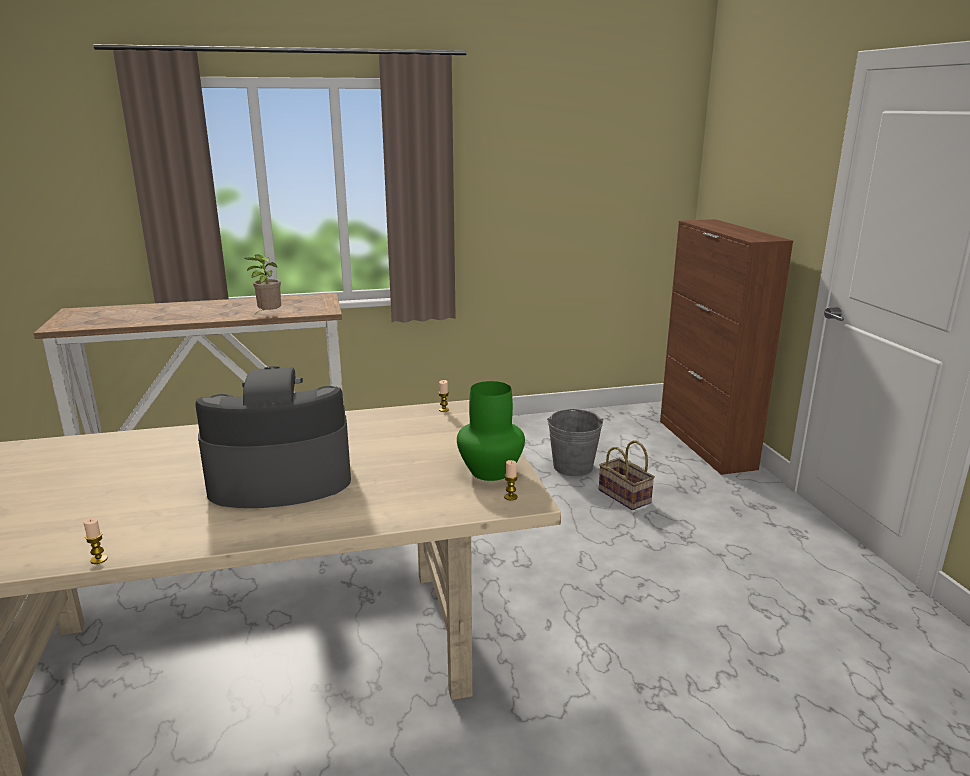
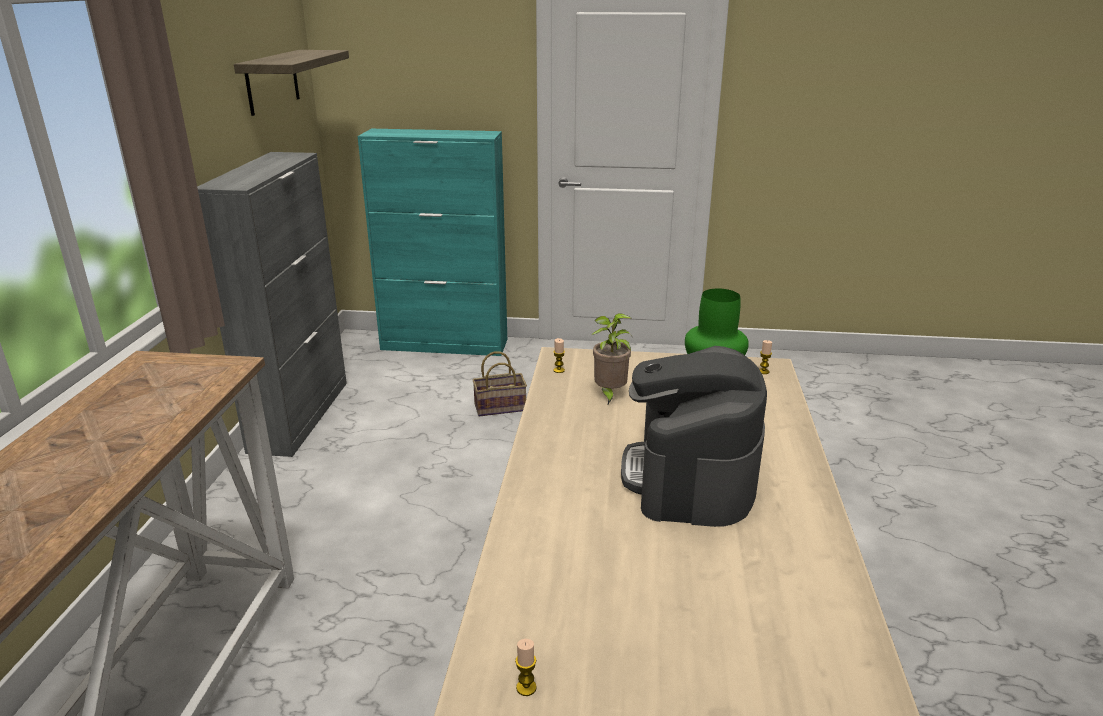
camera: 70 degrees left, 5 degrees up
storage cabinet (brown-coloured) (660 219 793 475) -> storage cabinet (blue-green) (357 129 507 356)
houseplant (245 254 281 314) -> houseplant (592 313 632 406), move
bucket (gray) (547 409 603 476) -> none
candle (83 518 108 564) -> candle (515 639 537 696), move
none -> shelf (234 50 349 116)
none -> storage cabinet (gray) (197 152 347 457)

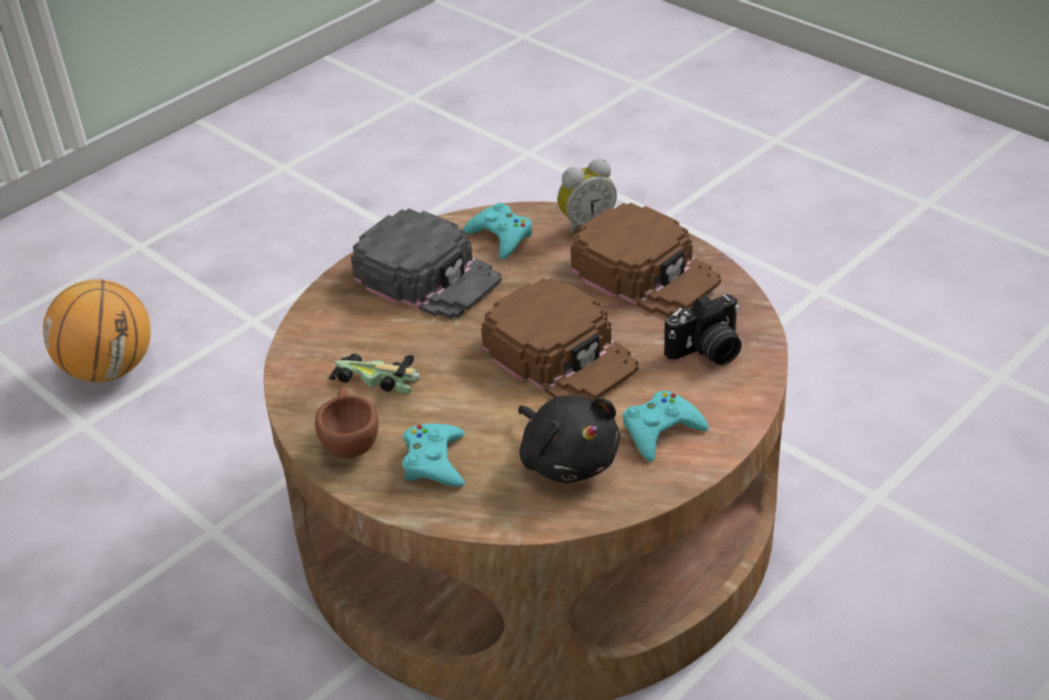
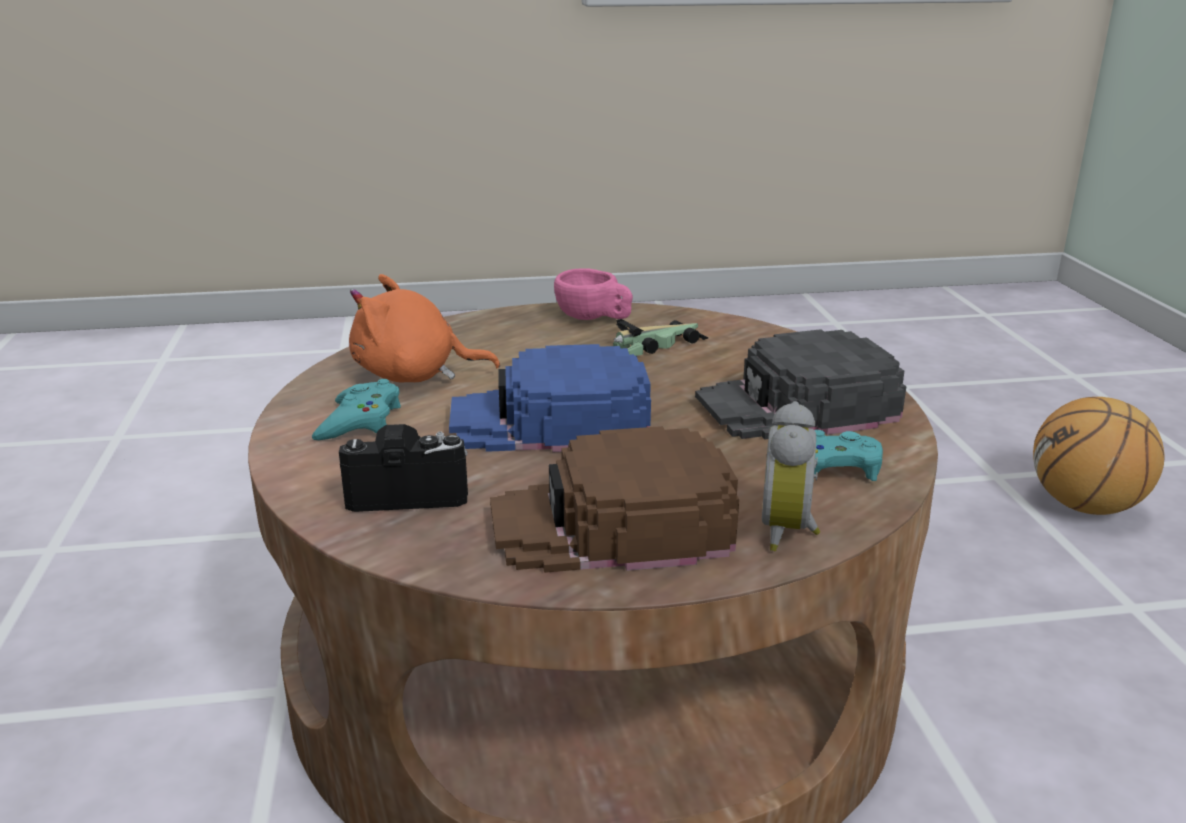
camera: 125 degrees right, 15 degrees down
peaked cap (brown-coloured) (481 278 638 399) -> peaked cap (bluish) (449 344 651 452)
photo camera (664 294 742 365) -> photo camera (339 424 468 512), 75 degrees clockwise
cup (brown-coloured) (315 387 379 459) -> cup (pink) (554 268 633 320)
plush toy (blackish) (518 395 620 483) -> plush toy (orangey) (349 274 500 383)
joypad (blue-green) (402 424 465 487) -> none

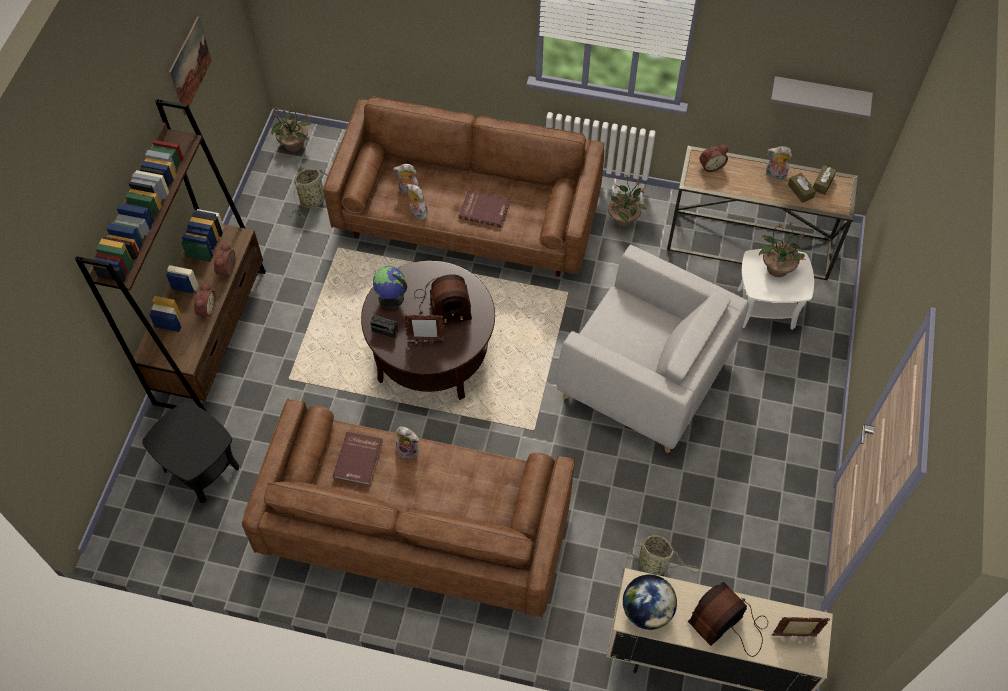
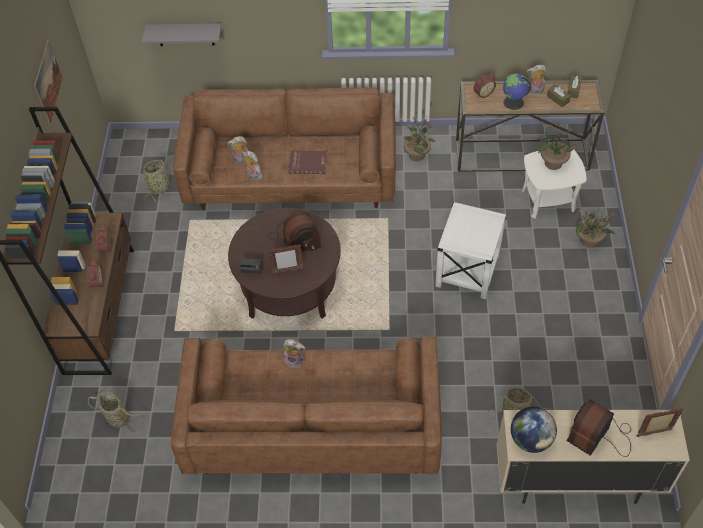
camera: 10 degrees left, 5 degrees down
shelf (gray) (771 76 873 119) -> shelf (gray) (142 23 221 46), move
houseplant (271 106 312 152) -> houseplant (576 205 615 247), move
lounge chair (gray) (557 245 749 453) -> side table (whitish) (435 202 506 299)
desk globe (373 266 407 309) -> desk globe (503 73 531 110), move
side table (blackish) (142 401 239 503) -> basket (88 391 144 432)
volume (reddish) (333 432 383 485) -> none

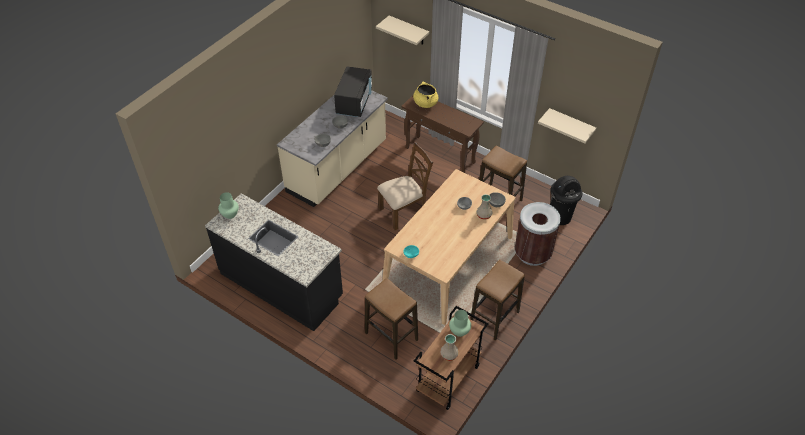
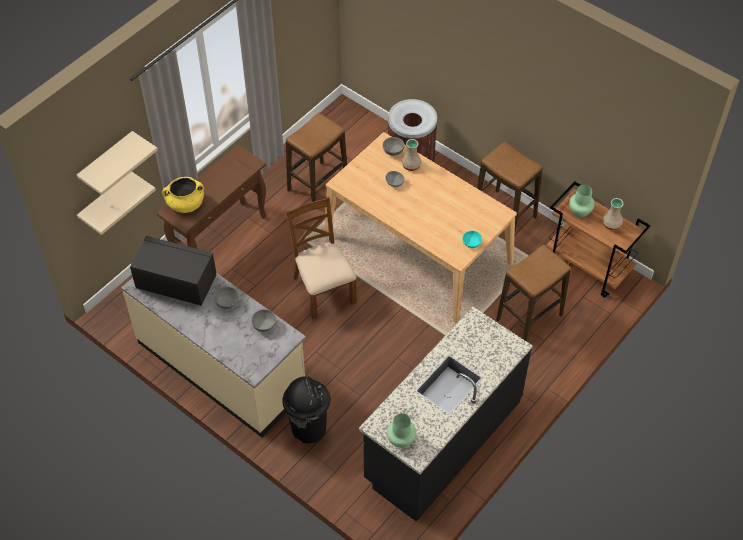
camera: 85 degrees left, 5 degrees up
shelf (beige) (538 108 596 143) -> shelf (beige) (77 172 156 235), move
rubbish bin (blackish) (550 176 583 225) -> rubbish bin (blackish) (282 376 331 444), move

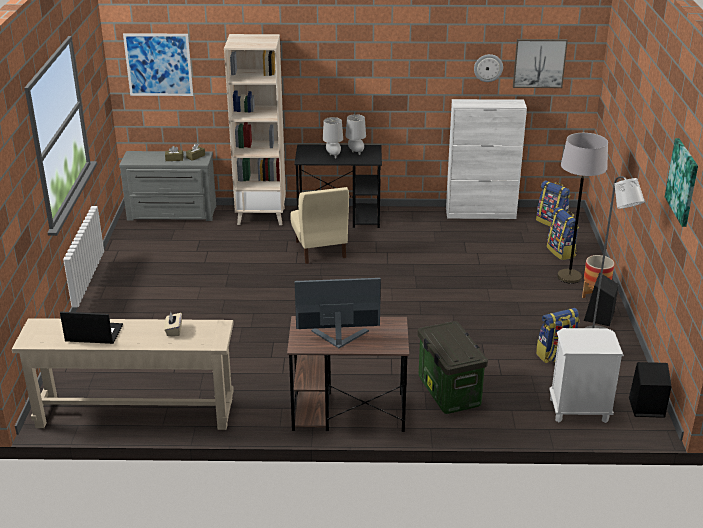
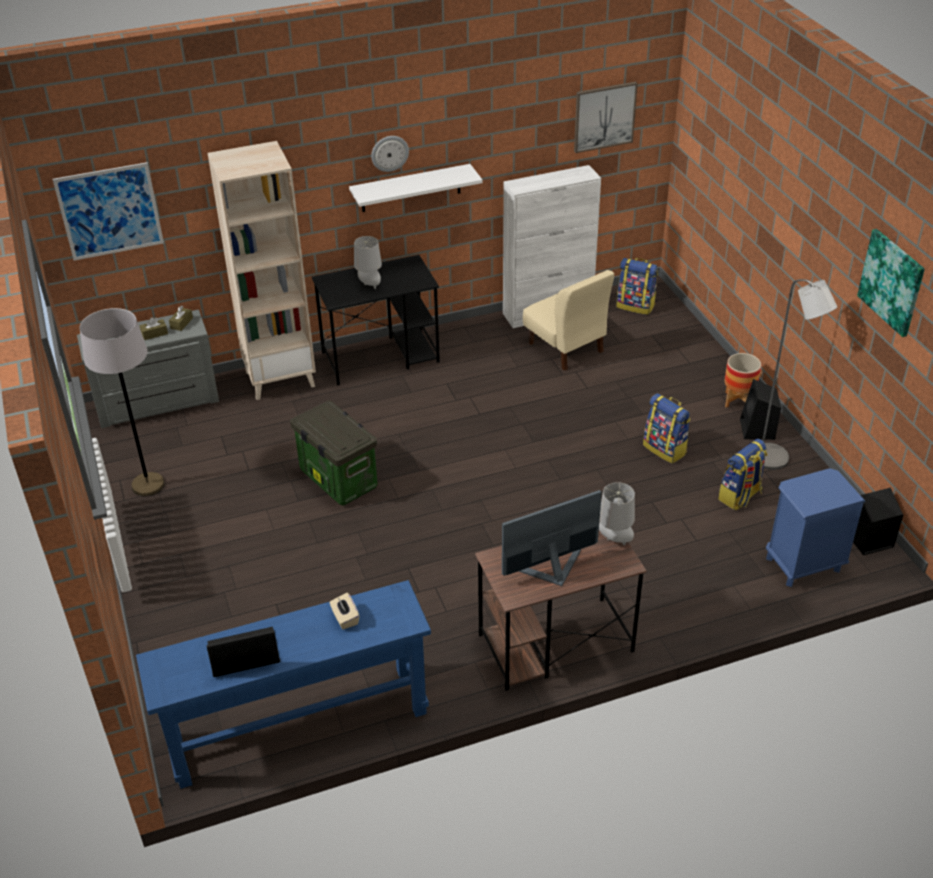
camera: 20 degrees left, 10 degrees up
wall clock (474 54 503 82) -> wall clock (371 136 409 172), move
table lamp (gray) (345 114 366 155) -> table lamp (gray) (599 482 635 545), move
standing lamp (gray) (557 133 608 284) -> standing lamp (gray) (79 308 165 496), move
chair (beige) (290 187 349 264) -> chair (beige) (523 270 614 371), move
rucksack (547 207 579 260) -> rucksack (643 393 691 464), move
console table (beige) (12 318 234 430) -> console table (bluish) (136 580 431 789)
storage container (418 321 488 414) -> storage container (290 401 377 505), move
bedside table (whitish) (549 328 624 423) -> bedside table (bluish) (766 468 866 587)
none -> shelf (whitish) (349 164 483 212)

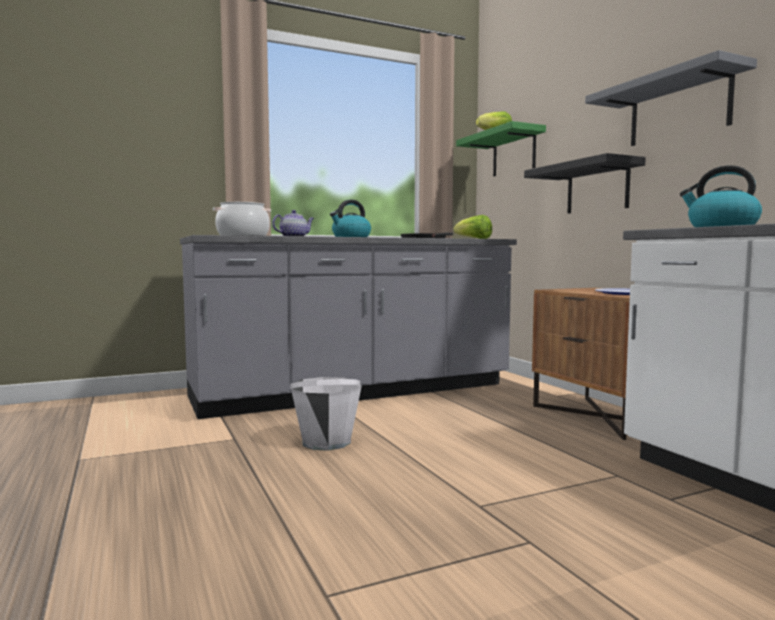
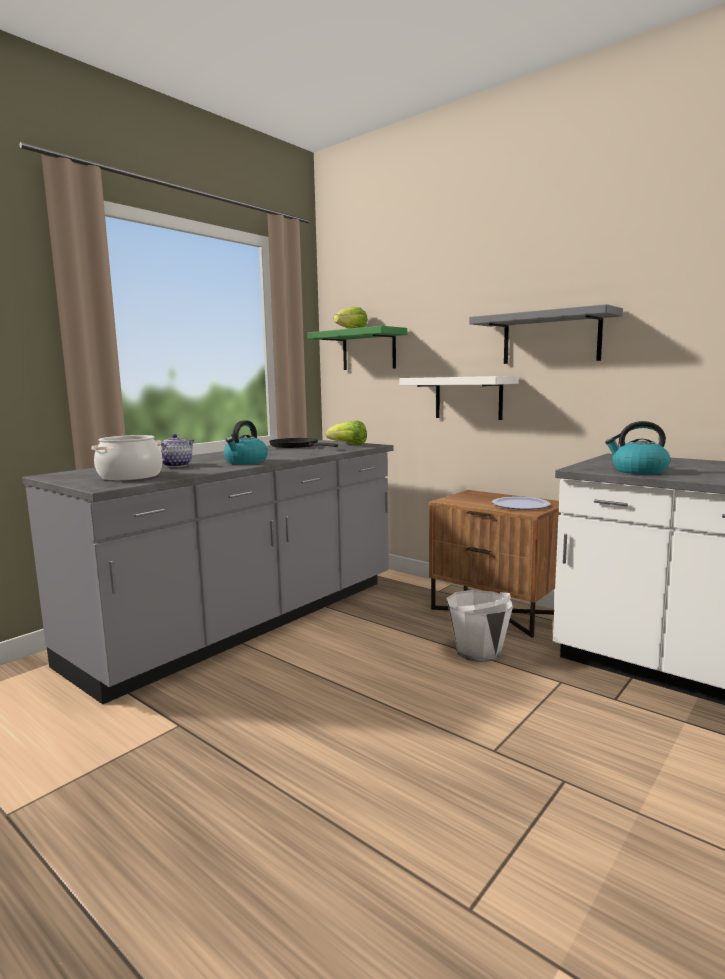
camera: 25 degrees left, 5 degrees up
shelf (blackish) (524 153 646 213) -> shelf (whitish) (400 376 519 420)
bucket (whitish) (290 377 362 451) -> bucket (whitish) (446 590 513 662), move

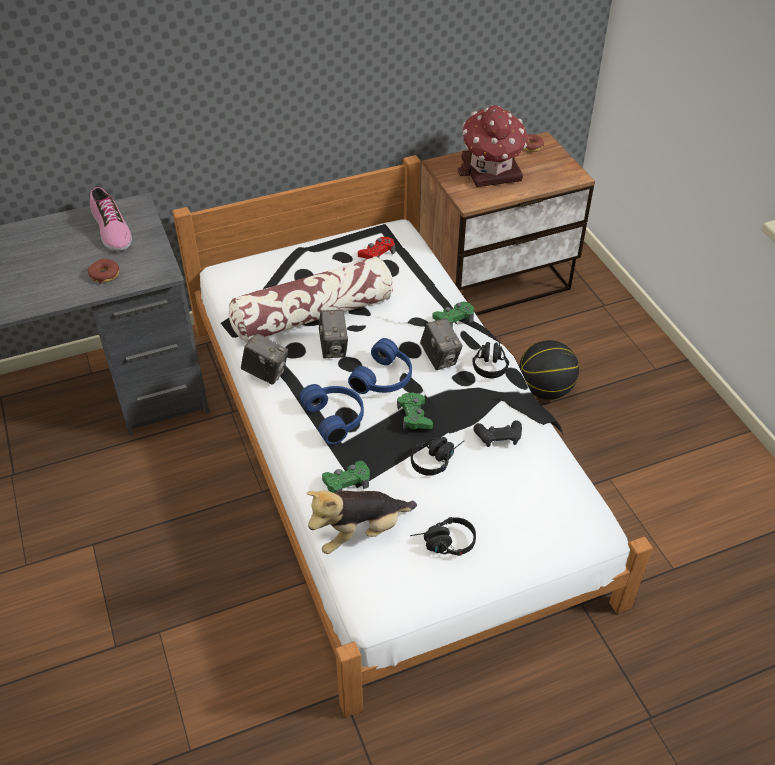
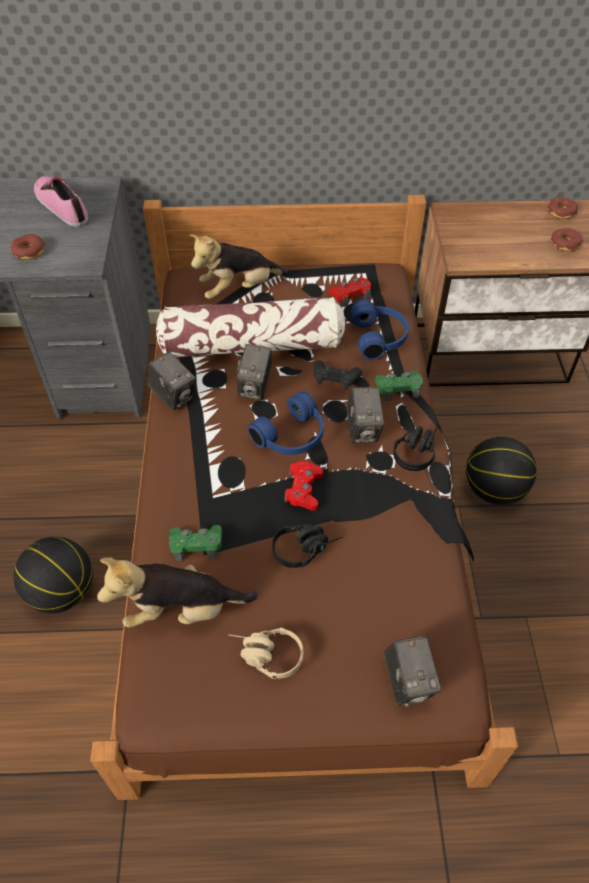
camera: 20 degrees right, 5 degrees up
model house (457 105 527 187) -> none
bedroom bed (whitish) (172 155 653 717) -> bedroom bed (brown-coloured) (90 195 518 800)
item of footwear (90 187 132 251) -> item of footwear (34 176 88 227), 150 degrees clockwise
pair of headphones (bluish) (300 384 364 444) -> pair of headphones (bluish) (351 300 409 360), move
joypad (green) (397 393 433 430) -> joypad (reddish) (285 461 323 511)
joypad (blackish) (473 420 522 447) -> joypad (blackish) (313 360 362 390), move
pair of headphones (blackish) (410 517 476 556) -> pair of headphones (beige) (229 628 304 679)
none -> doughnut (551 228 582 251)
none -> plush toy (190 234 288 299)
none -> basketball ball (13 537 93 613)
none -> photo camera (383 636 442 707)

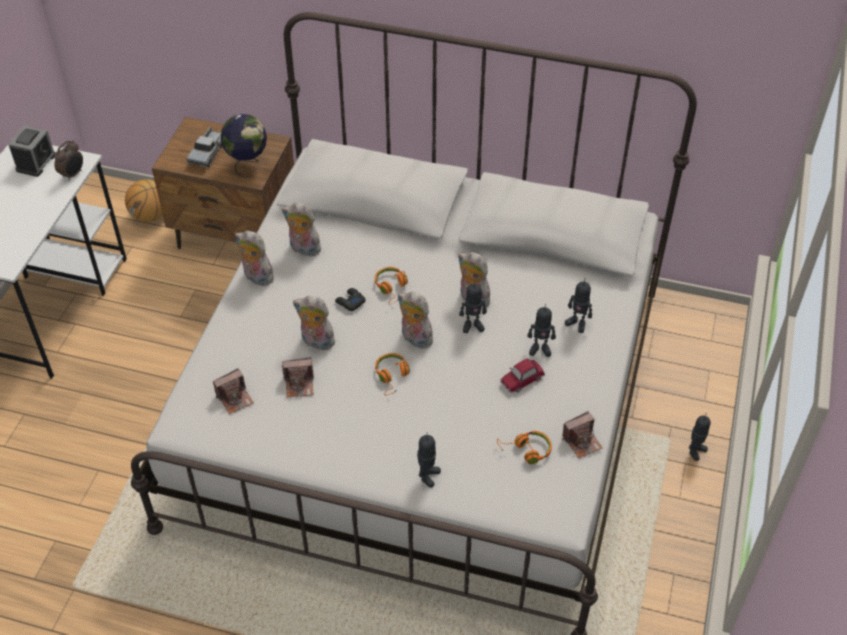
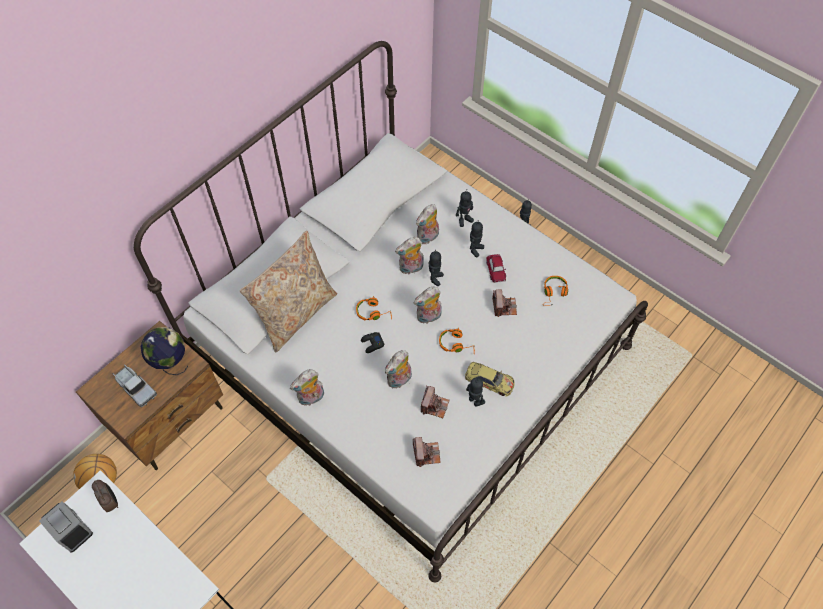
camera: 65 degrees left, 10 degrees up
plush toy (282 203 321 256) -> plush toy (416 204 439 244), move
photo camera (562 411 603 458) -> photo camera (492 290 517 317), move
toy robot (417 433 441 488) -> toy robot (466 377 485 407), move
none -> pillow (beige) (240 230 337 352)
none -> toy car (465 362 515 397)

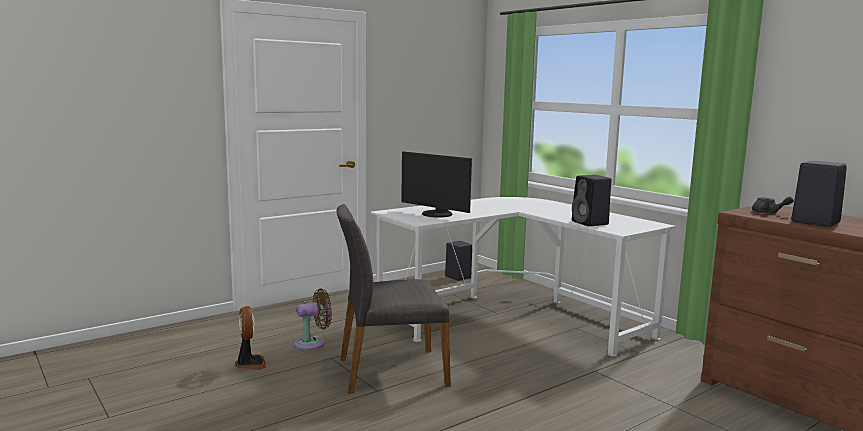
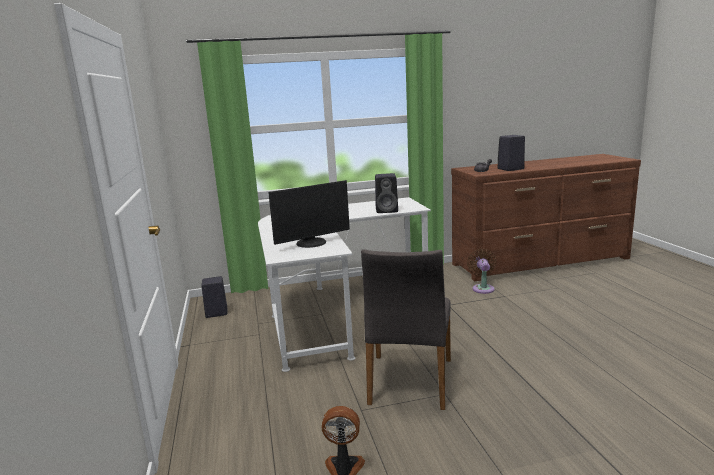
camera: 65 degrees left, 5 degrees up
cooling fan (brown-coloured) (294 288 332 350) -> cooling fan (brown-coloured) (467 249 496 294), move

